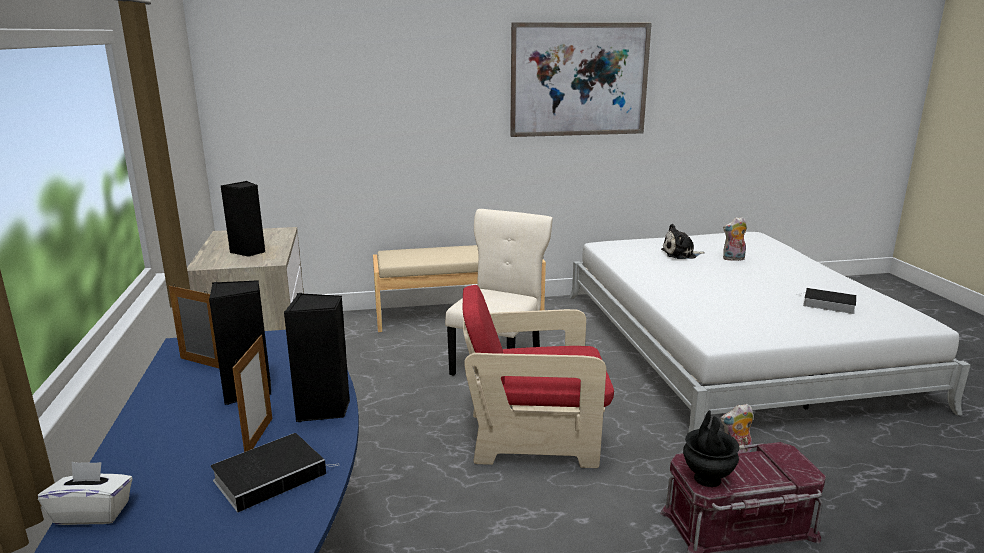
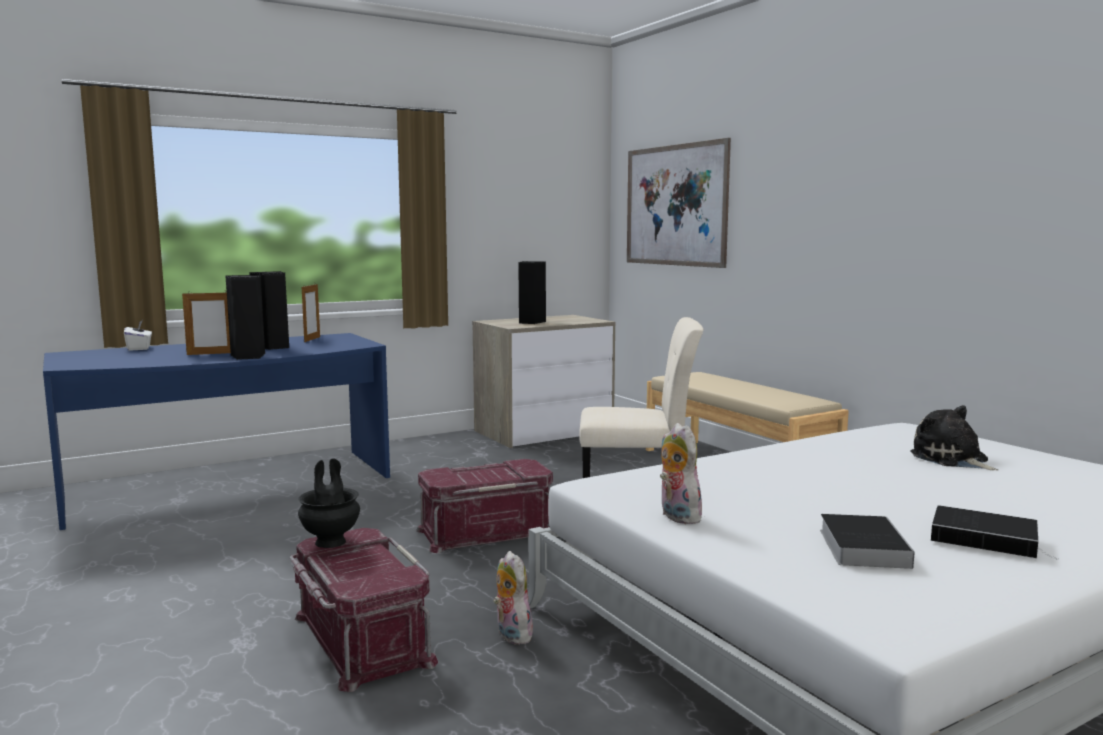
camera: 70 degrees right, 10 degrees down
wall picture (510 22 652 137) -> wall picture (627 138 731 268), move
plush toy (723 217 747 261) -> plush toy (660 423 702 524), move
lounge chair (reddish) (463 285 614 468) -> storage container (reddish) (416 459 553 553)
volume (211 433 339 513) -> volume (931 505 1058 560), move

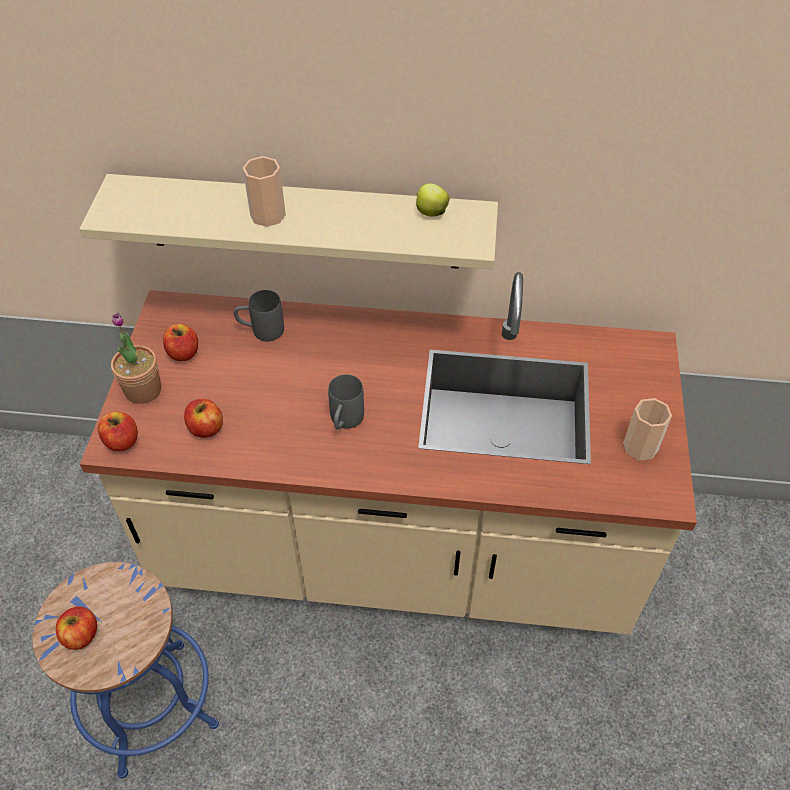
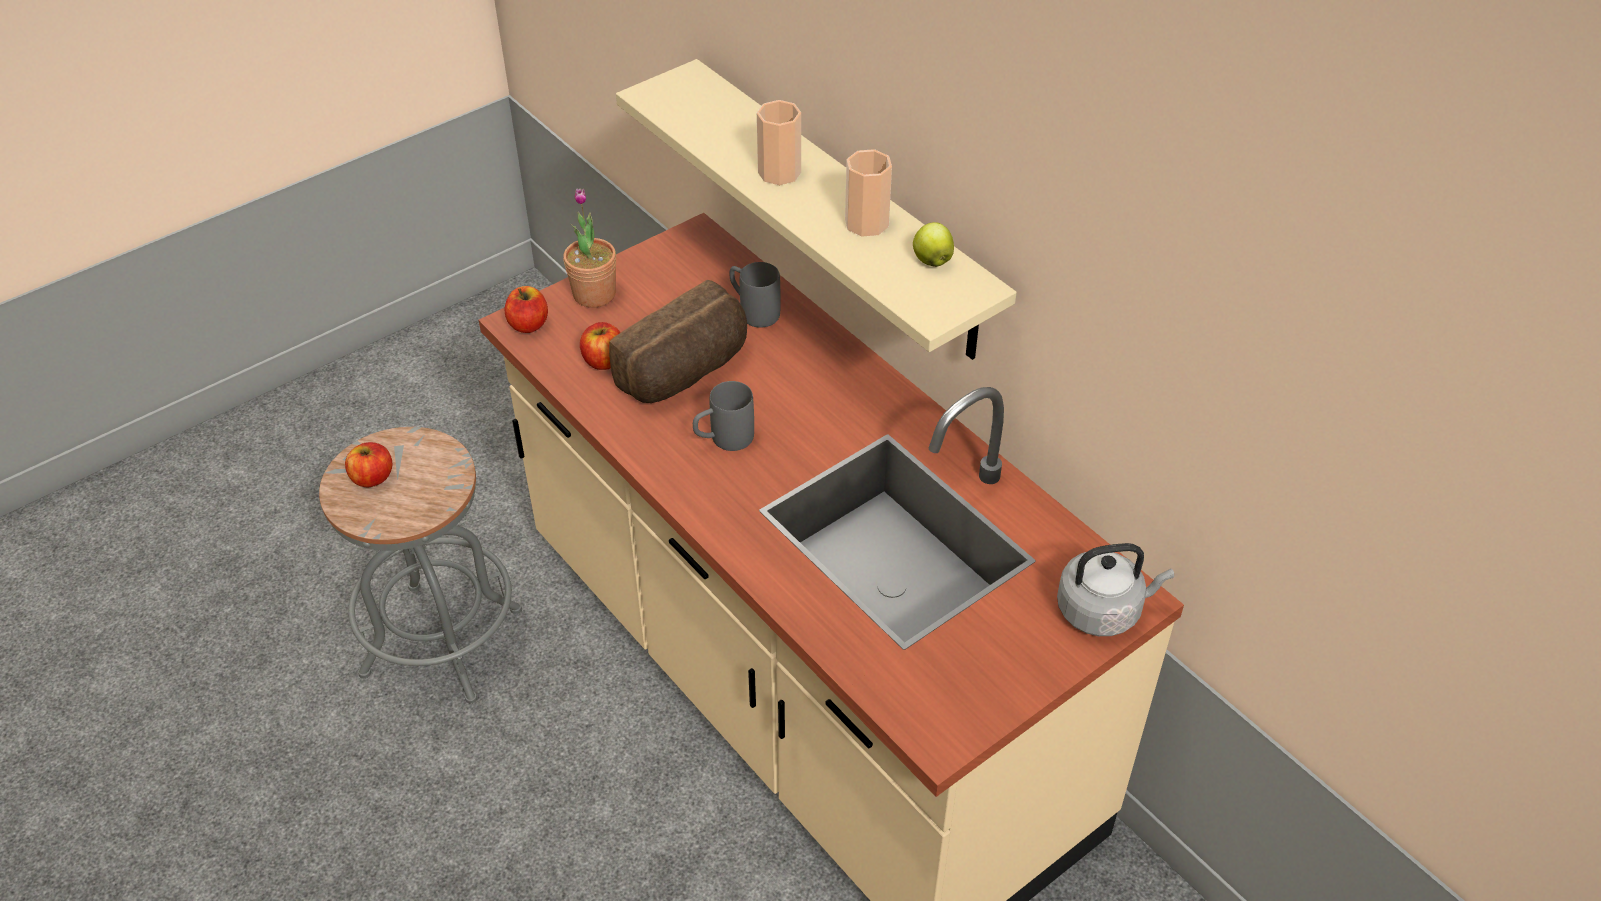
camera: 45 degrees right, 5 degrees down
apple fruit (163 324 198 361) -> none
cup (623 398 672 461) -> cup (845 149 892 237), move
stool seat (bluish) (32 562 219 779) -> stool seat (gray) (319 427 522 704)
none -> bread (609 280 747 403)
none -> kettle (gray) (1057 543 1174 636)

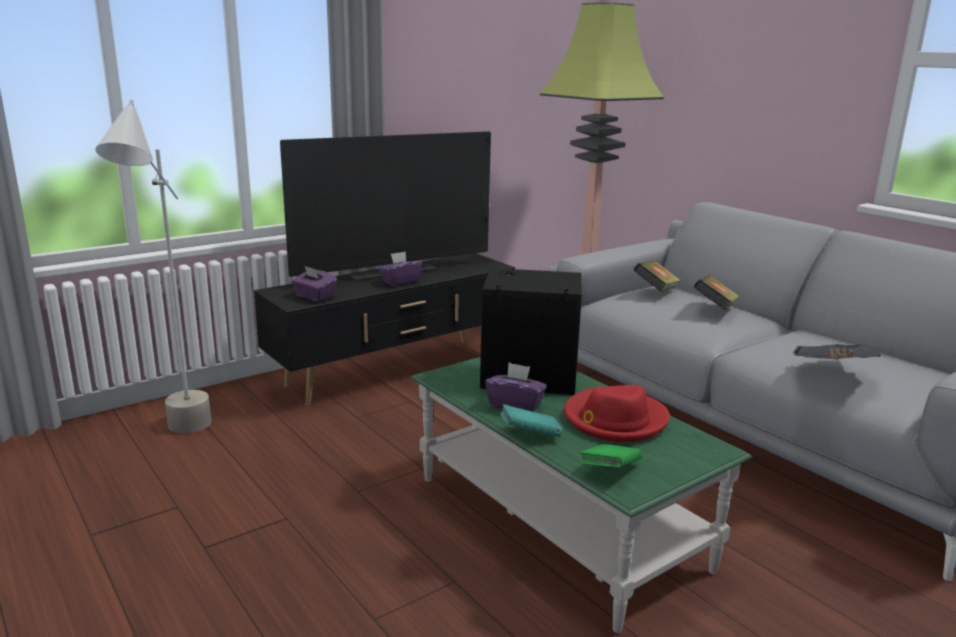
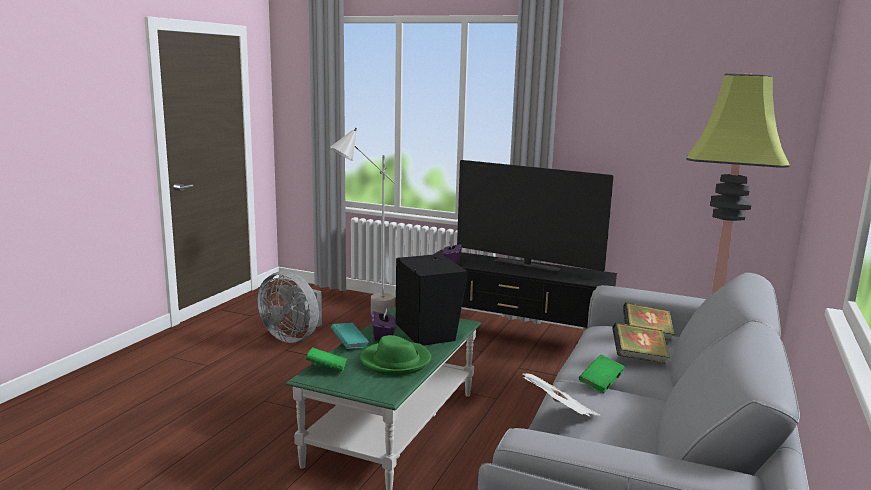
camera: 60 degrees right, 5 degrees down
tissue holder (purple-coloured) (378 251 422 287) -> none
wearable hat (reddish) (564 385 670 442) -> wearable hat (green) (360 335 431 376)
none -> cooling fan (gray) (257 271 322 343)
none -> volume (green) (579 355 625 393)

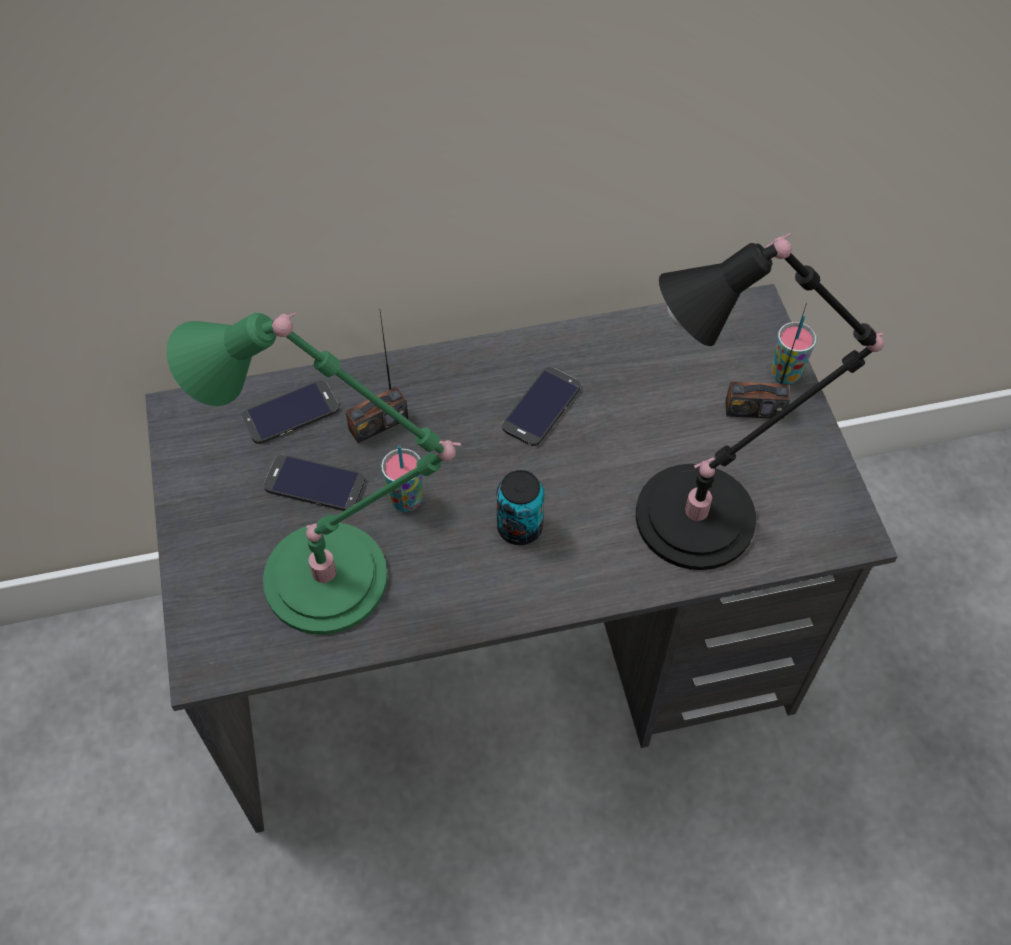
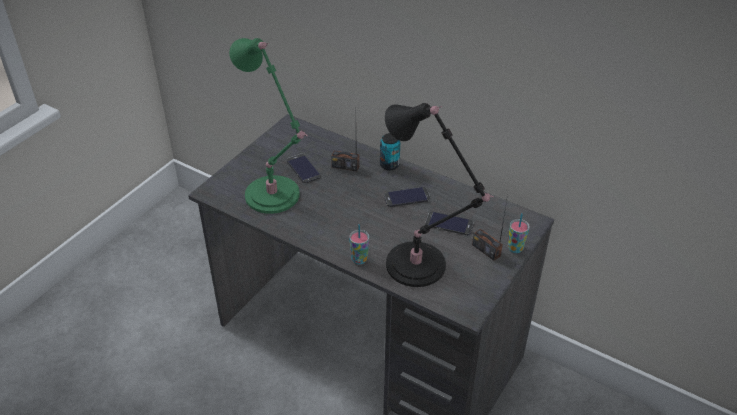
camera: 45 degrees right, 15 degrees down
handset (242 380 339 444) -> handset (425 211 474 235), move
cup (381 445 422 512) -> cup (349 224 369 264), move
sealed can (497 470 544 545) -> sealed can (380 133 400 170), move

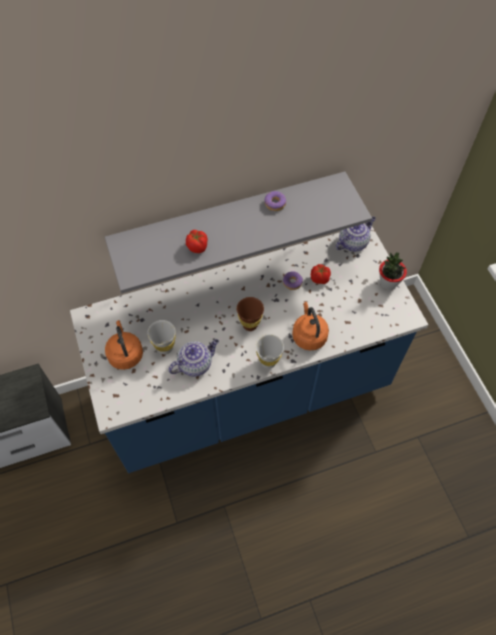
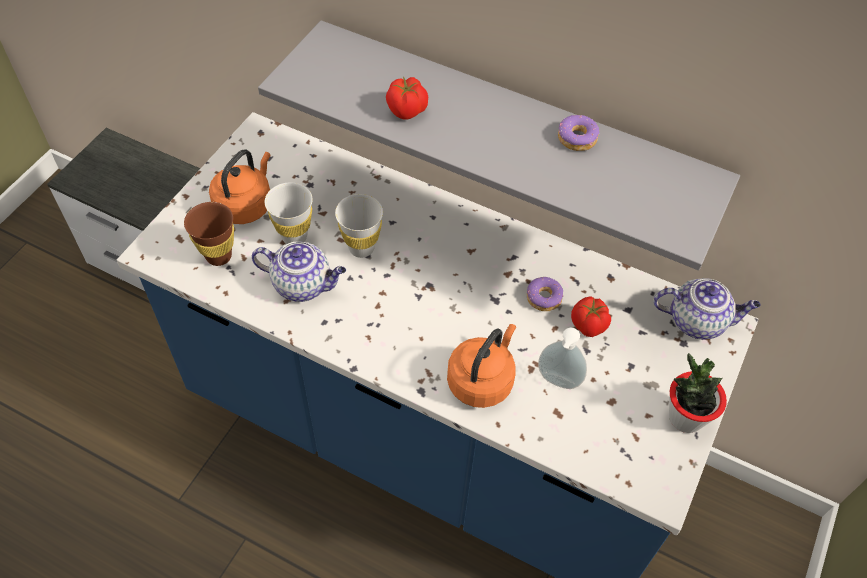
camera: 45 degrees right, 5 degrees down
cup (brown-coloured) (237 297 264 331) -> cup (brown-coloured) (184 202 234 266), move
cup (whitish) (255 334 284 369) -> cup (whitish) (335 194 383 258), move
none -> soap bottle (538 328 587 389)

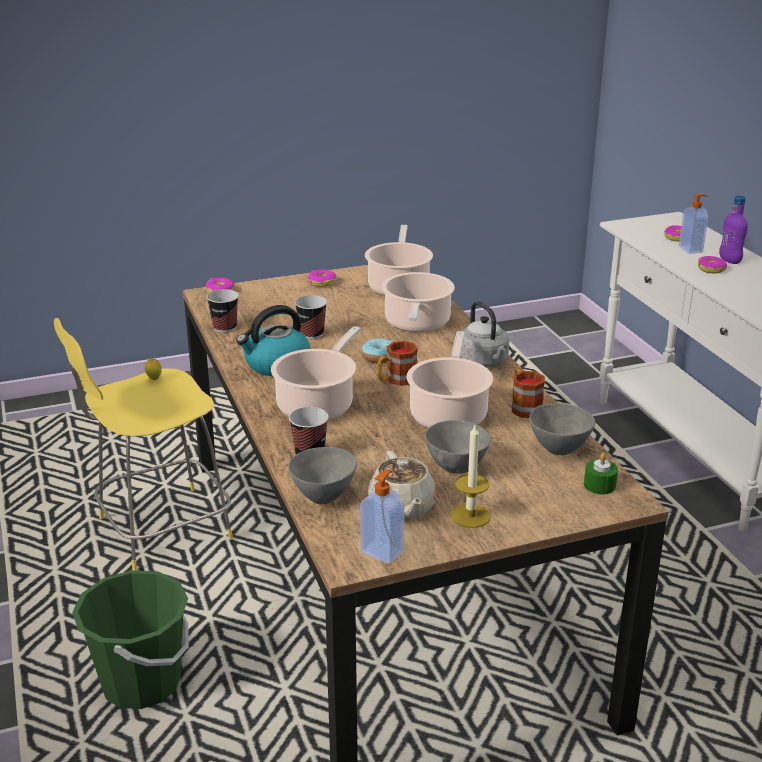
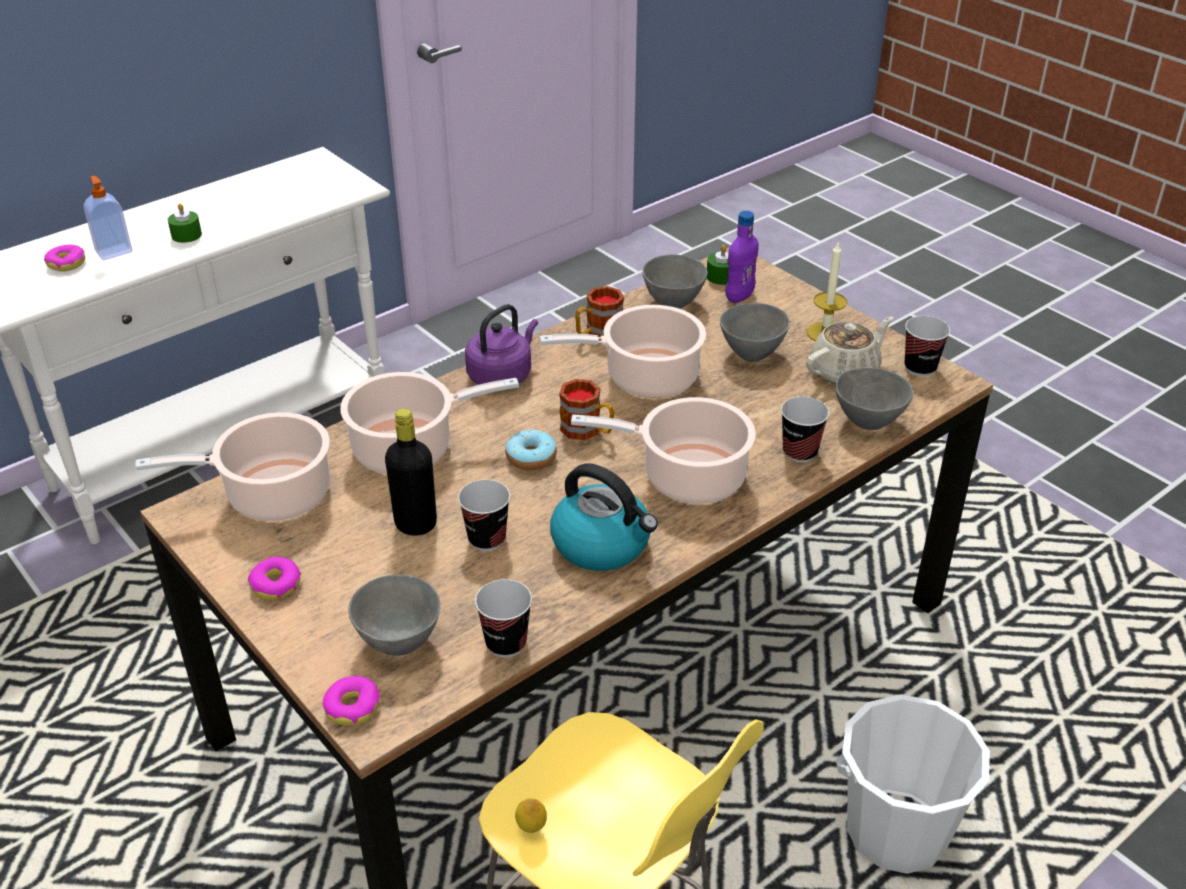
camera: 110 degrees left, 10 degrees up
drink bottle (purple-coloured) (719 195 748 264) -> drink bottle (purple-coloured) (725 211 759 303), move
doughnut (698 256 727 273) -> candle (green) (168 203 202 243)
kettle (gray) (460 301 510 367) -> kettle (purple-coloured) (465 304 538 385)
soap bottle (360 470 404 564) -> cup (905 316 950 377)
bucket (green) (72 570 189 709) -> bucket (whitish) (836 694 990 874)
none -> drink bottle (blackish) (385 408 437 535)
none -> deep dish (gray) (348 574 440 656)

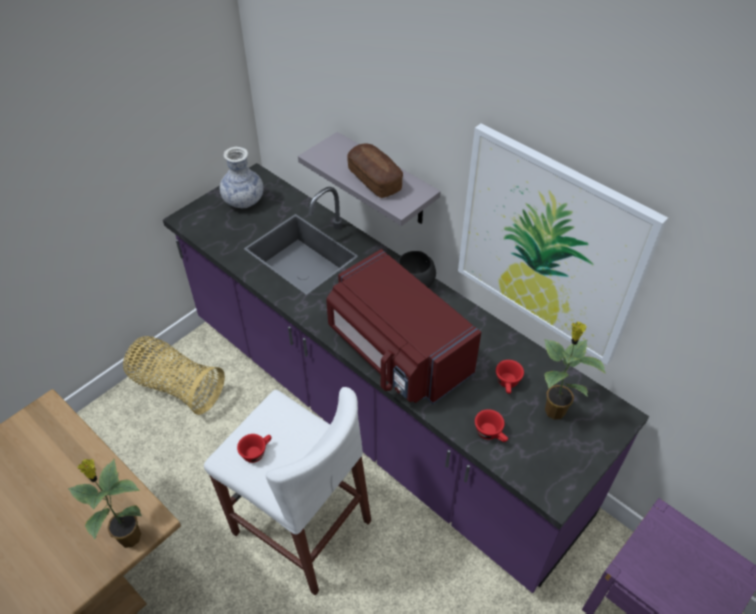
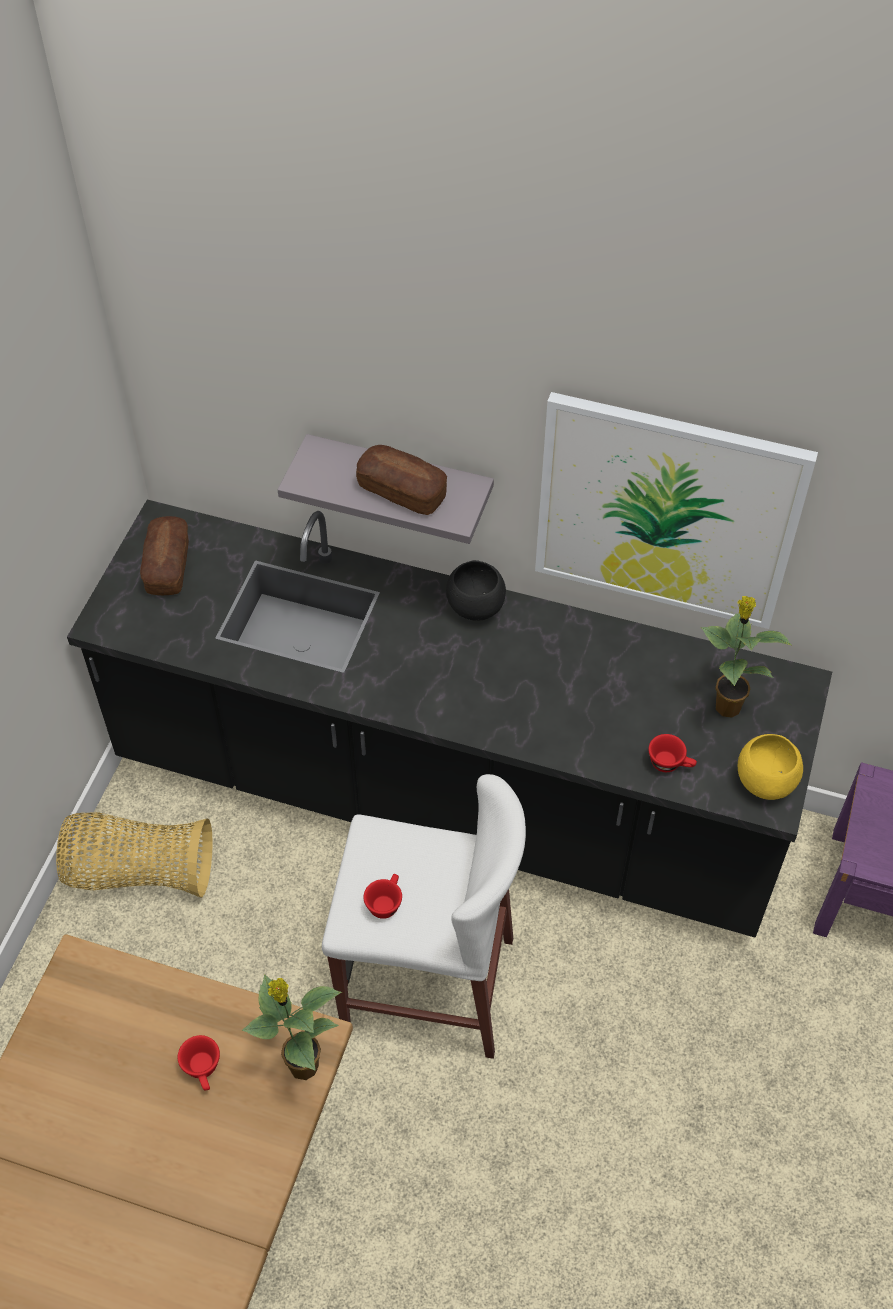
camera: 25 degrees left, 5 degrees up
vase (220 147 264 208) -> bread (140 516 189 595)
counter (purple-coloured) (163 163 649 593) -> counter (blackish) (67 499 832 937)
kitchen microwave (reddish) (326 249 481 404) -> none
cup (reddish) (496 360 524 394) -> cup (reddish) (178 1035 220 1090), move
none -> deep dish (yellowish) (738 734 803 800)

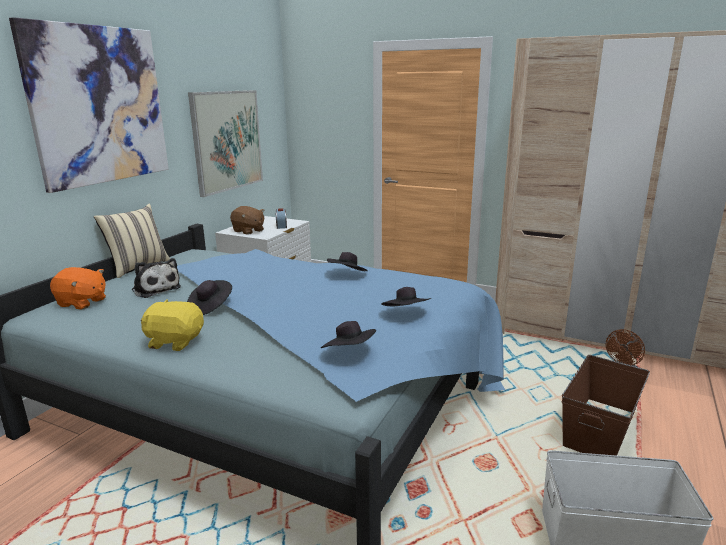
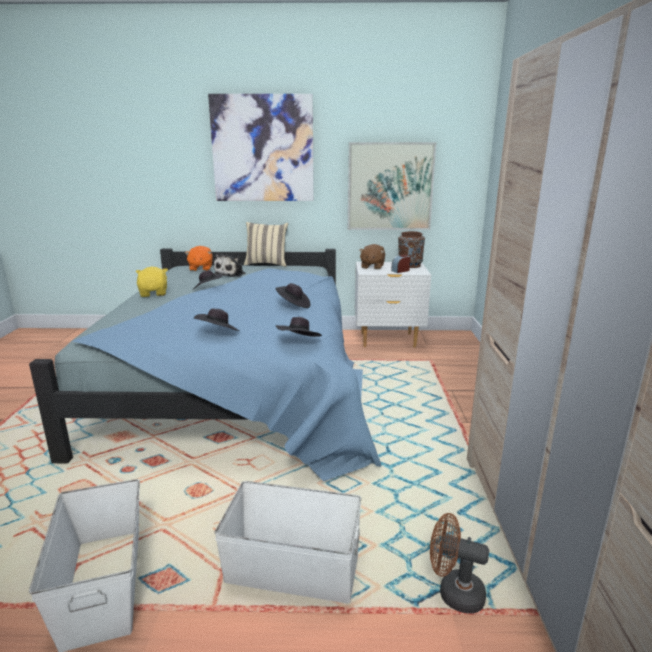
camera: 65 degrees right, 0 degrees up
wearable hat (blackish) (321 321 376 348) -> wearable hat (blackish) (276 317 322 337), move
storage container (brown-coloured) (562 355 650 456) -> storage container (whitish) (214 481 361 603)
none -> vase (brown-coloured) (398 231 425 268)

